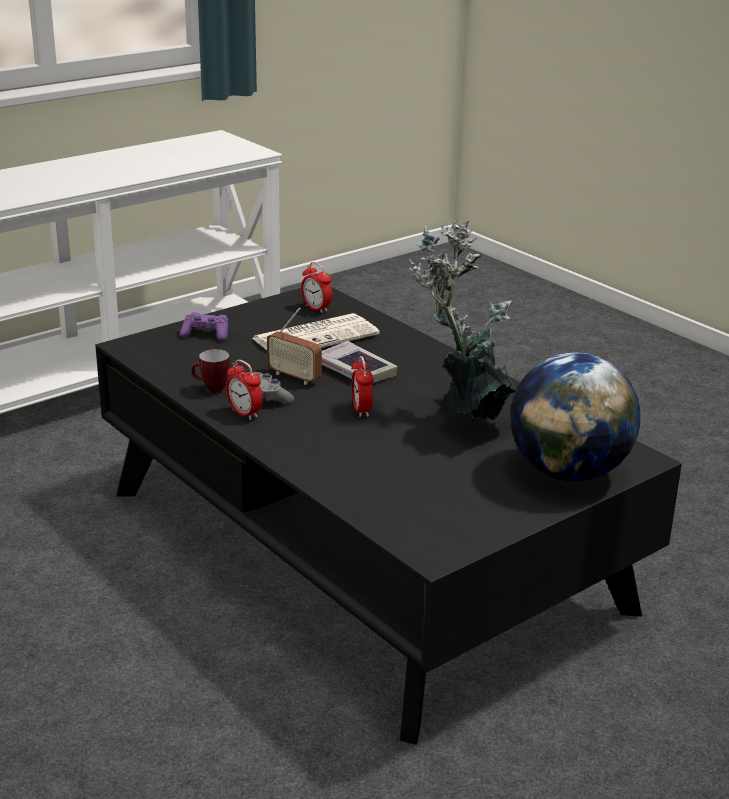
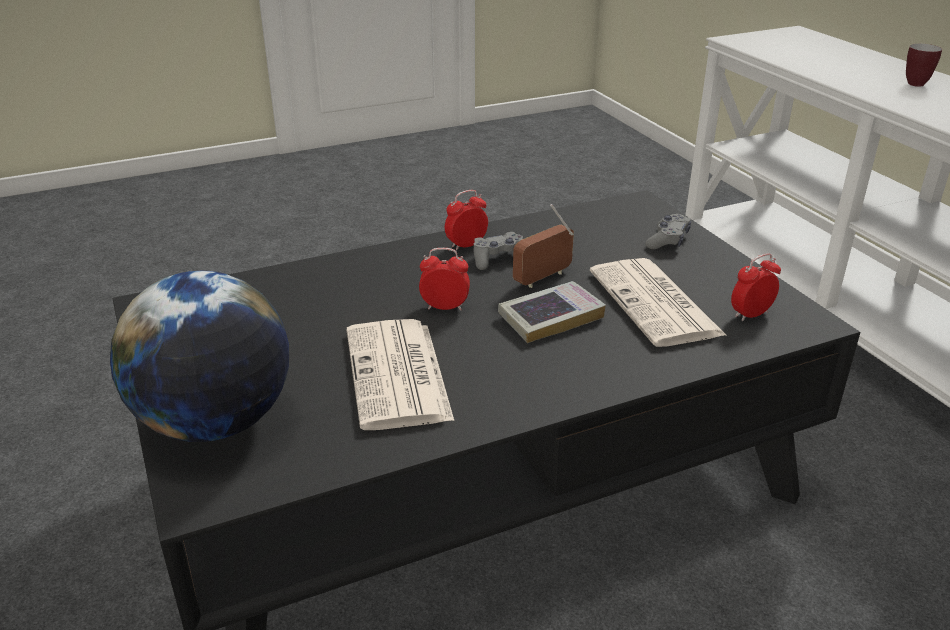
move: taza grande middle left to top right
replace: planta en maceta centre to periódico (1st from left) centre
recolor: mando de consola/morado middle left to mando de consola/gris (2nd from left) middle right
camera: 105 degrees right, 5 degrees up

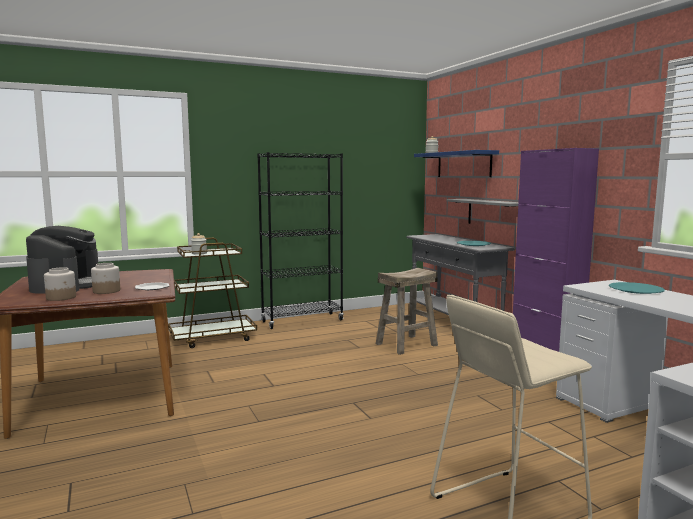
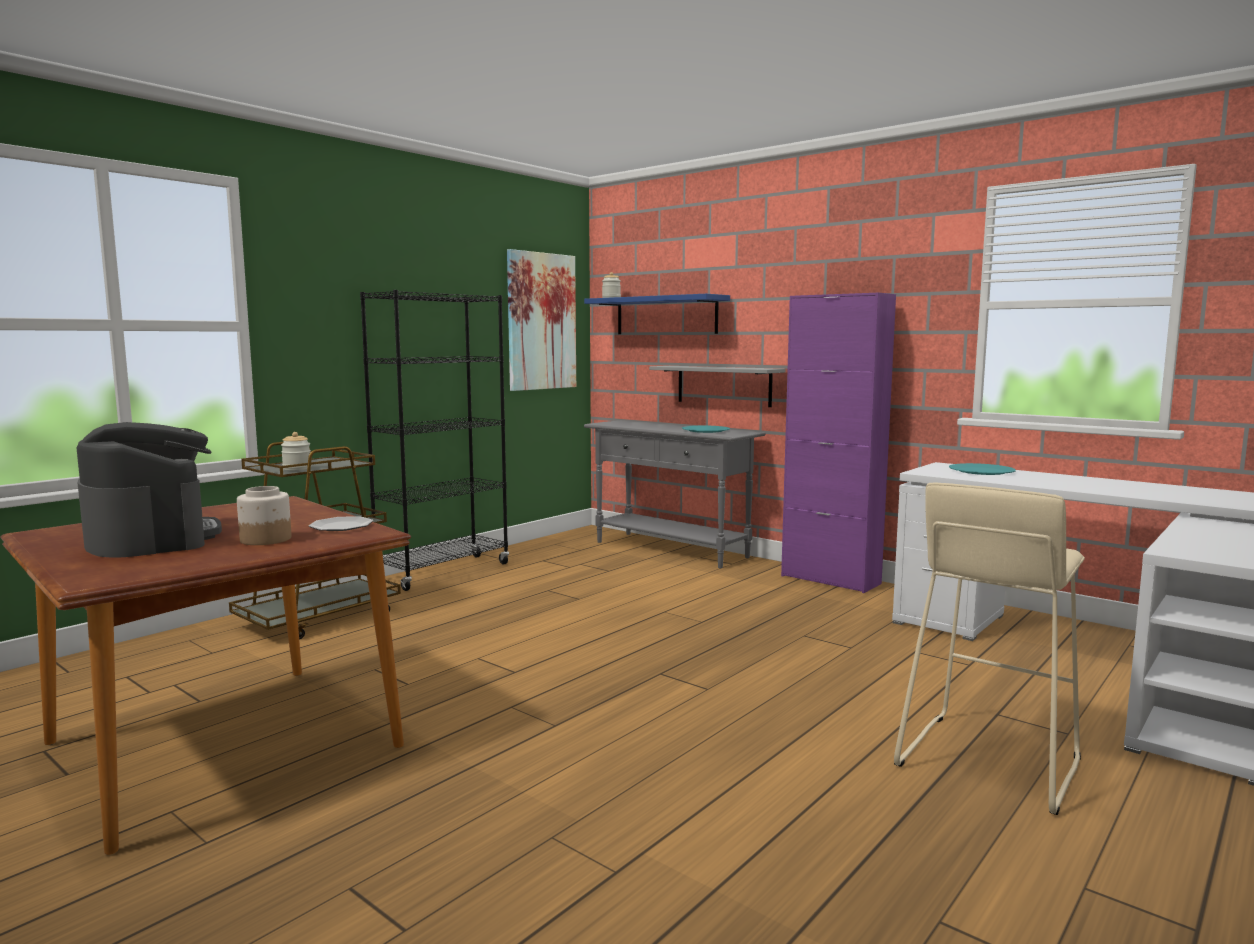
delete: tarro (1st from left) middle left; taburete/beis (1st from left) centre
insert: cuadro centre
camera: 25 degrees left, 0 degrees up

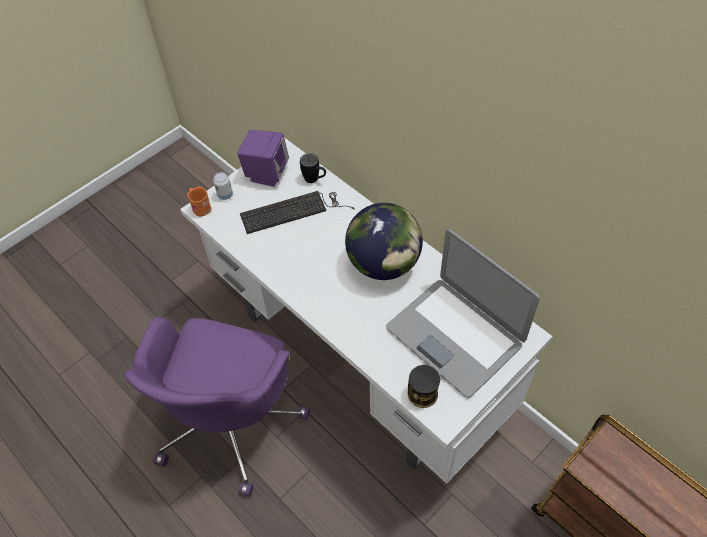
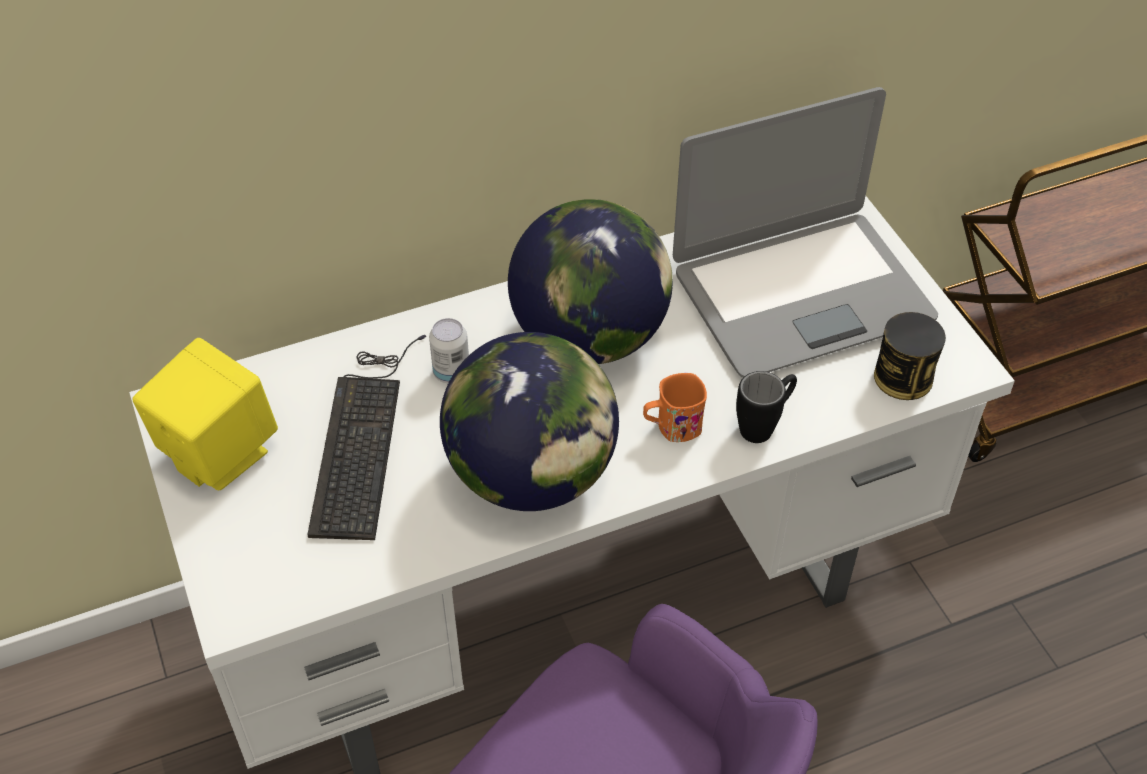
insert: globo terráqueo (1st from left) centre
move: taza grande/naranja middle left to centre; lata (1st from left) middle left to centre; taza grande/negro top centre to middle right
recolor: altavoz/morado top centre to altavoz/amarillo middle left
camera: 70 degrees left, 5 degrees down

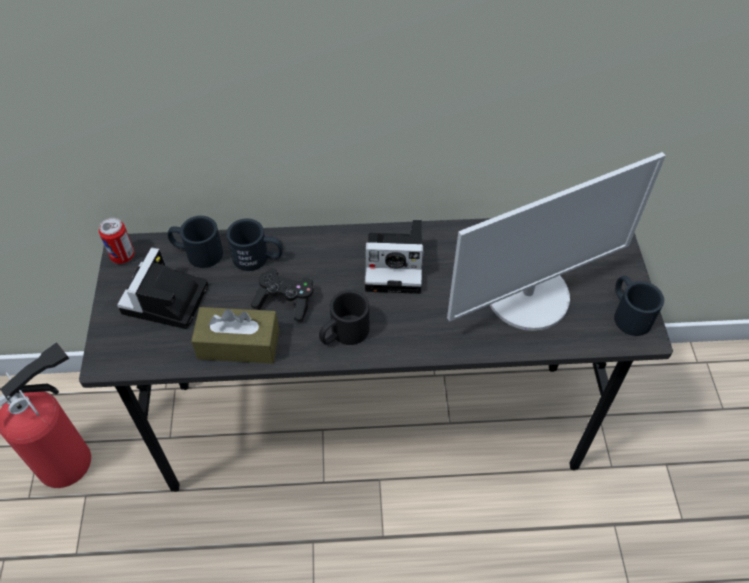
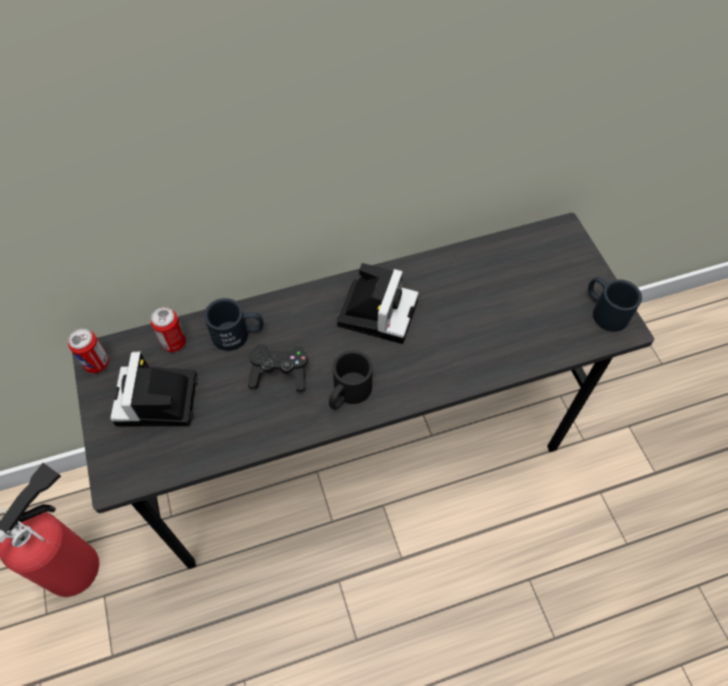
delete: caja de pañuelos/marrón middle left; monitor middle right
replace: taza grande/negro (1st from left) middle left to lata (2nd from left) middle left
rotate: cámara (2nd from left) centre = centre 60 degrees counterclockwise
camera: 15 degrees left, 5 degrees up

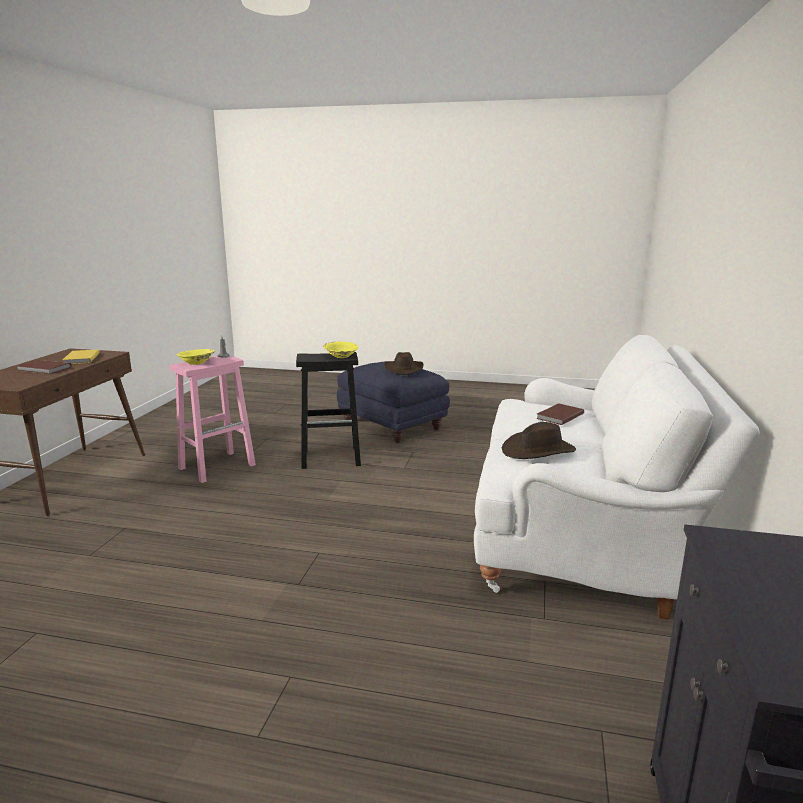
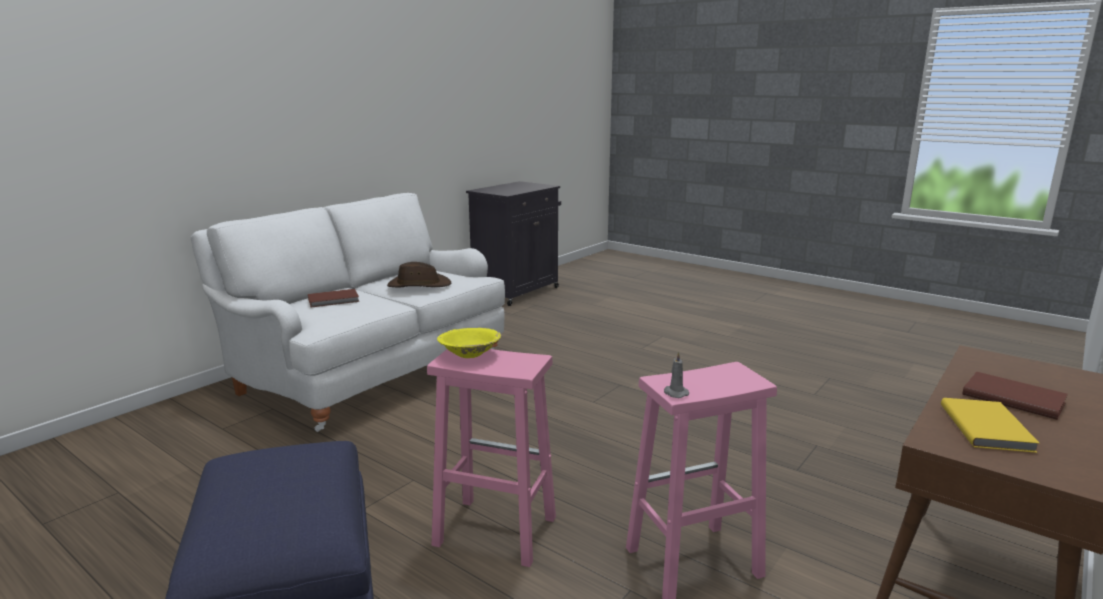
delete: cuenco/amarillo (1st from left) middle left; sombrero/marrón (1st from left) centre
recolor: taburete/negro centre to taburete/rosa (1st from left) bottom centre
camera: 155 degrees left, 0 degrees up

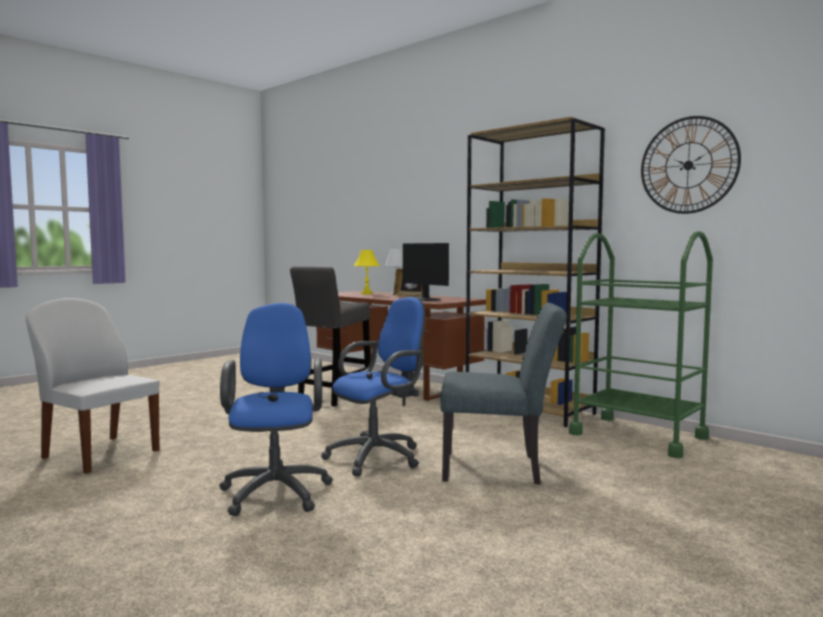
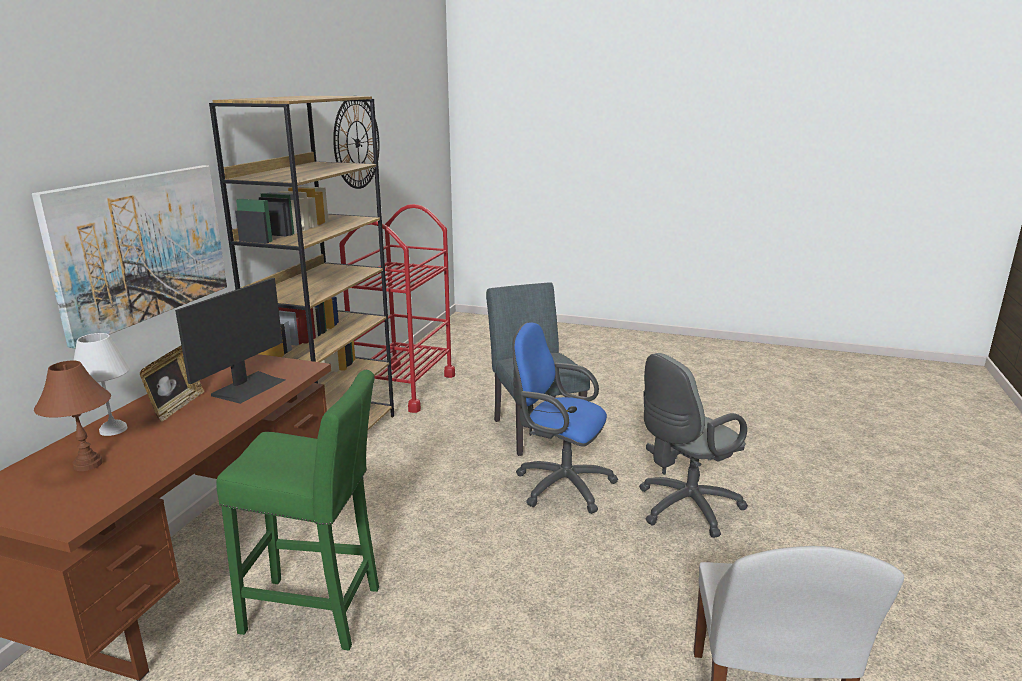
insert: cuadro middle left
recolor: silla de oficina/azul (1st from left) centre to silla de oficina/gris middle right; taburete/gris centre to taburete/verde bottom left; lámpara de mesa/amarillo centre to lámpara de mesa/marrón middle left; carrito/verde middle right to carrito/rojo centre
camera: 115 degrees left, 15 degrees up

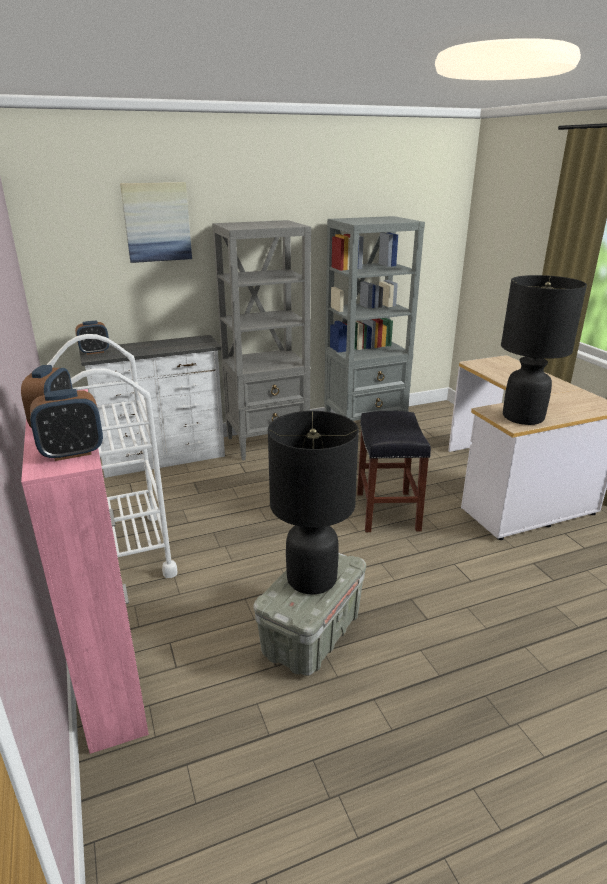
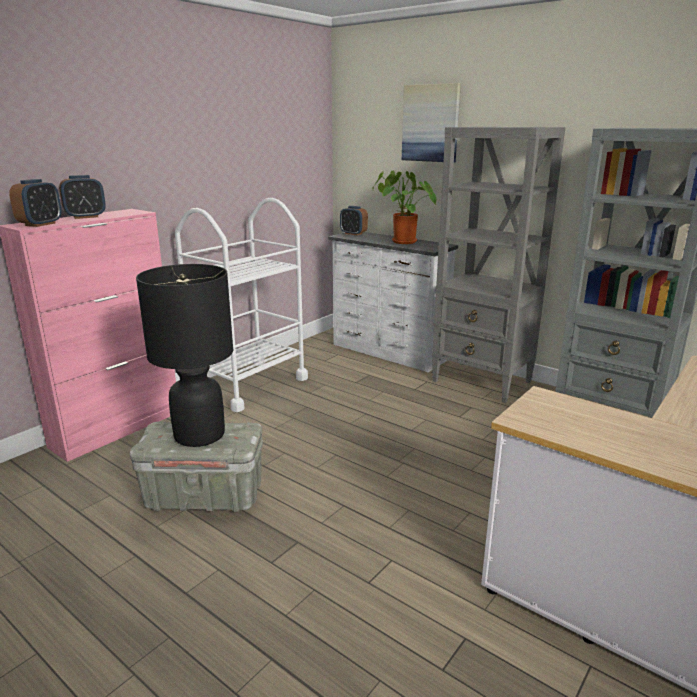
delete: taburete/negro centre; lámpara de mesa/negro (2nd from left) middle right
insert: planta en maceta top centre
rotate: despertador (2nd from left in the first image) middle left = top left 105 degrees counterclockwise
camera: 60 degrees right, 5 degrees down

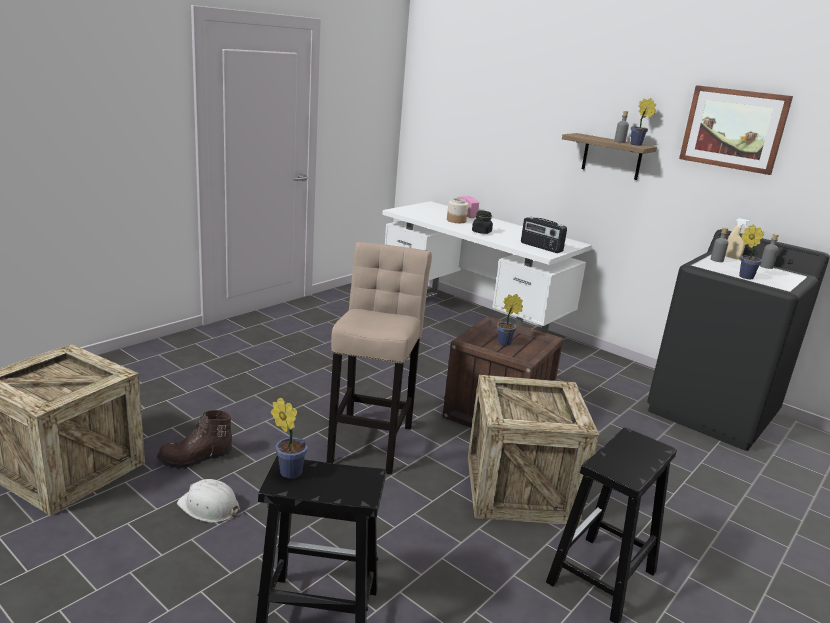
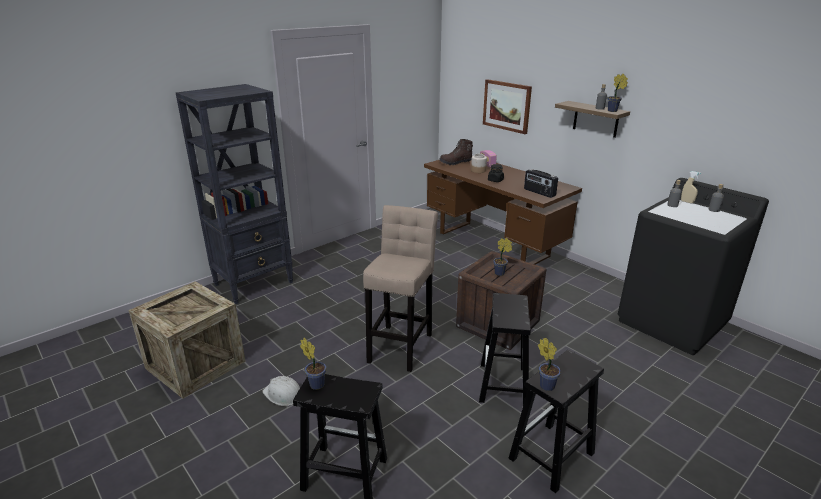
insert: estantería/negro middle left
move: bota/marrón bottom left to top centre; cuadro top right to top centre; planta en maceta (4th from left in the first image) middle right to planta en maceta (3rd from left) bottom right
replace: caja de embalaje (3rd from left) bottom centre to taburete/negro (2nd from left) bottom centre
recolor: escritorio/blanco centre to escritorio/marrón centre
camera: 10 degrees right, 5 degrees up

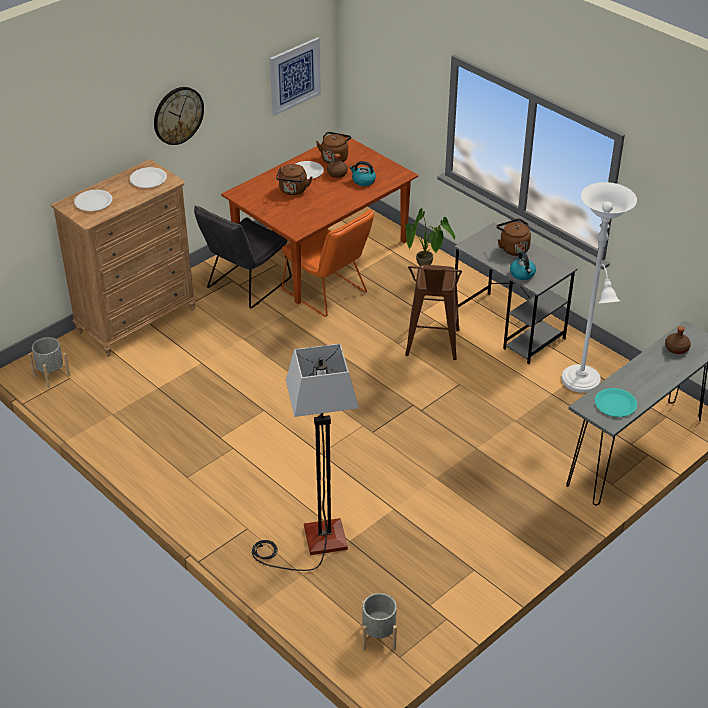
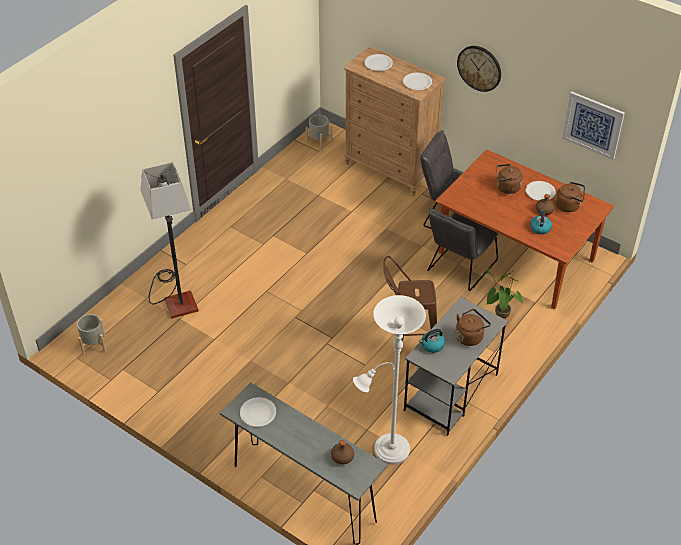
recolor: silla/naranja centre to silla/gris (2nd from left) middle right; plato/turquesa middle right to plato/blanco (1st from left) bottom centre
camera: 80 degrees right, 5 degrees up

